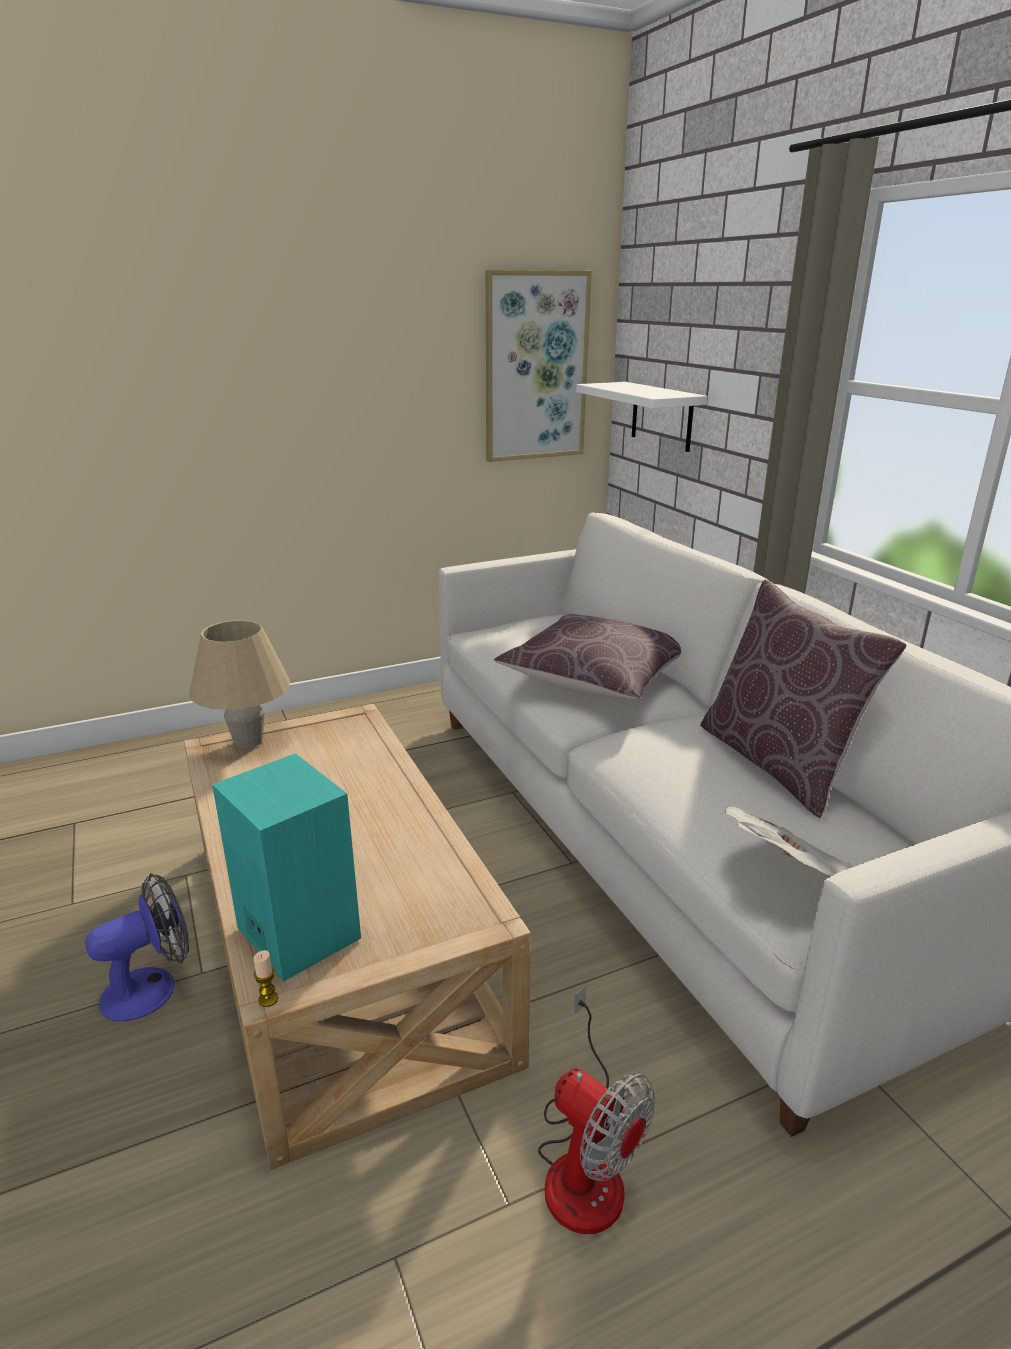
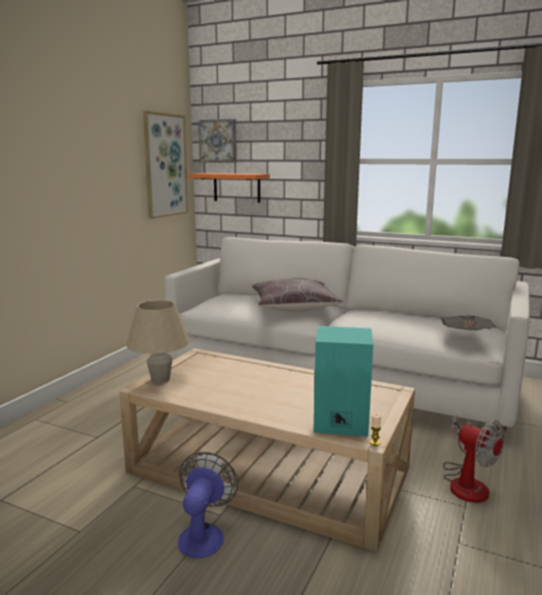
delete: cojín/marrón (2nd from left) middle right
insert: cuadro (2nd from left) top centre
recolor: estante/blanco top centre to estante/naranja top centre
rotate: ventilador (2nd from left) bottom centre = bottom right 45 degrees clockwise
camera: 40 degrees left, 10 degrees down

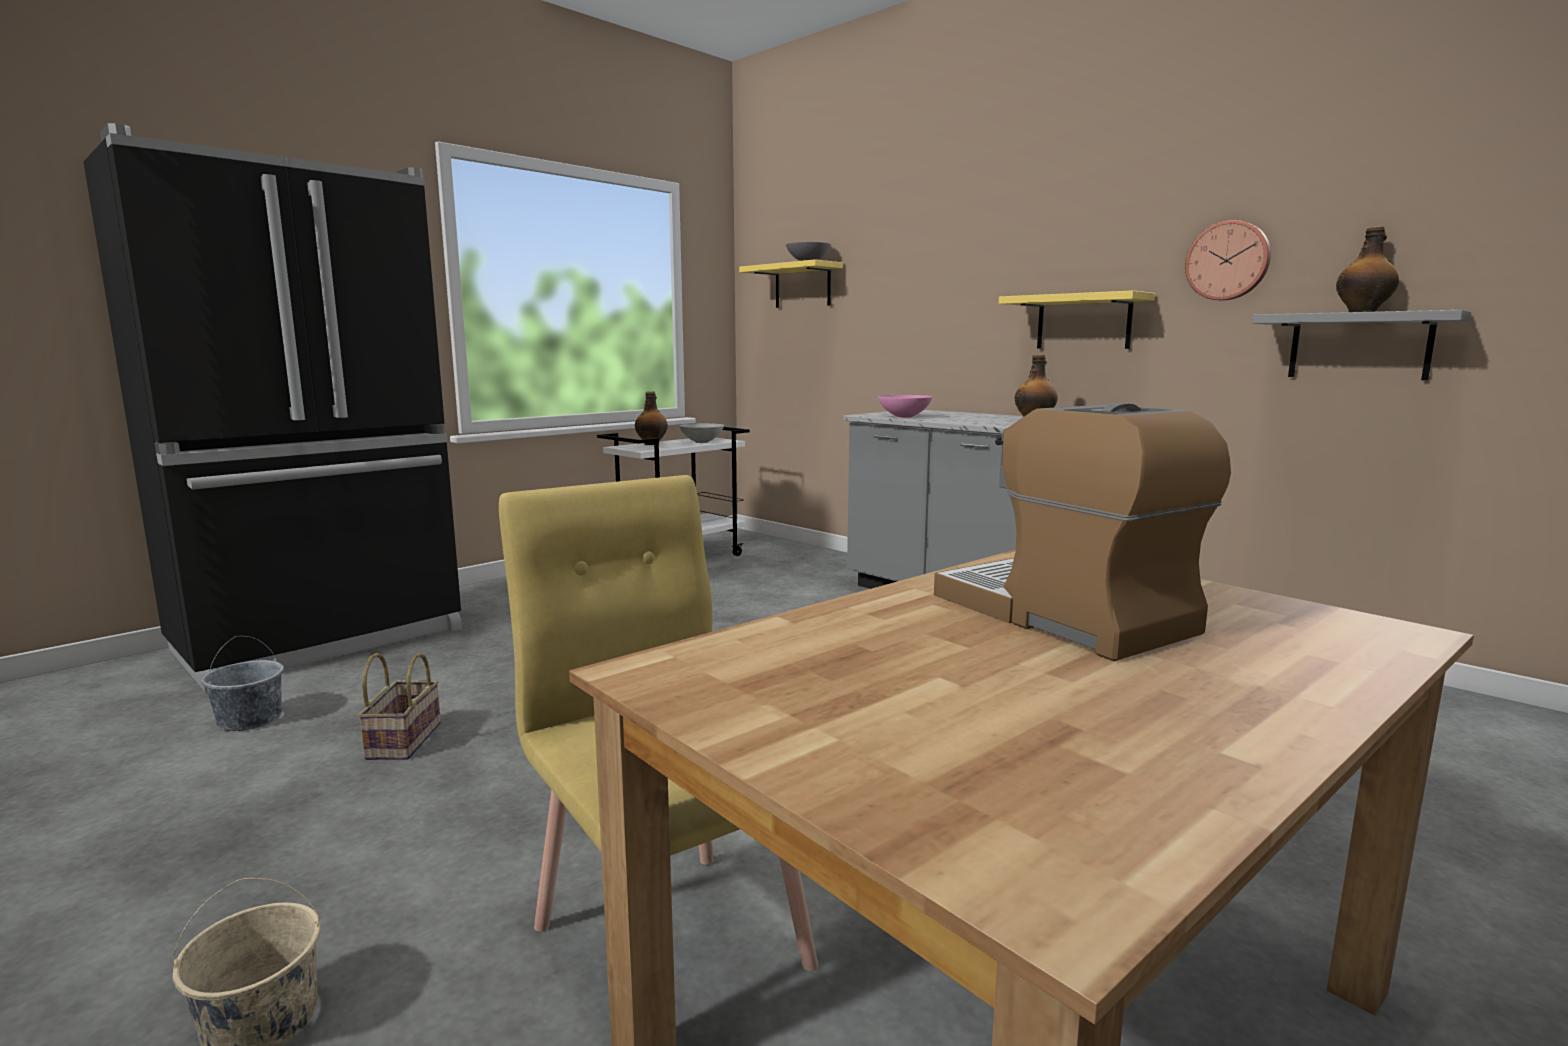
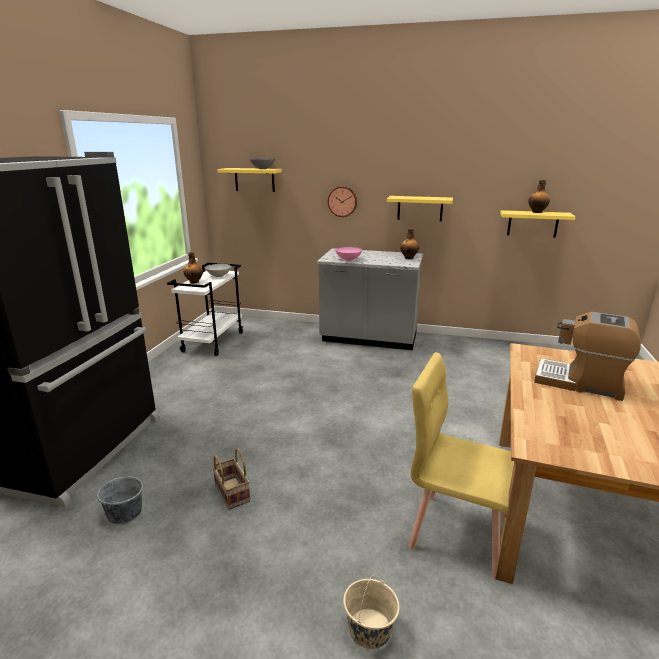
move: reloj de pared top right to top centre
recolor: estante/gris top right to estante/amarillo (3rd from left) middle right
camera: 30 degrees left, 10 degrees up

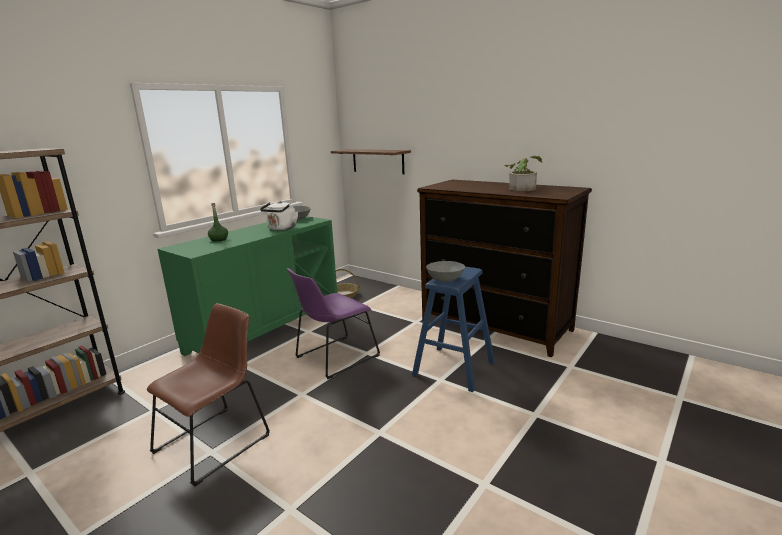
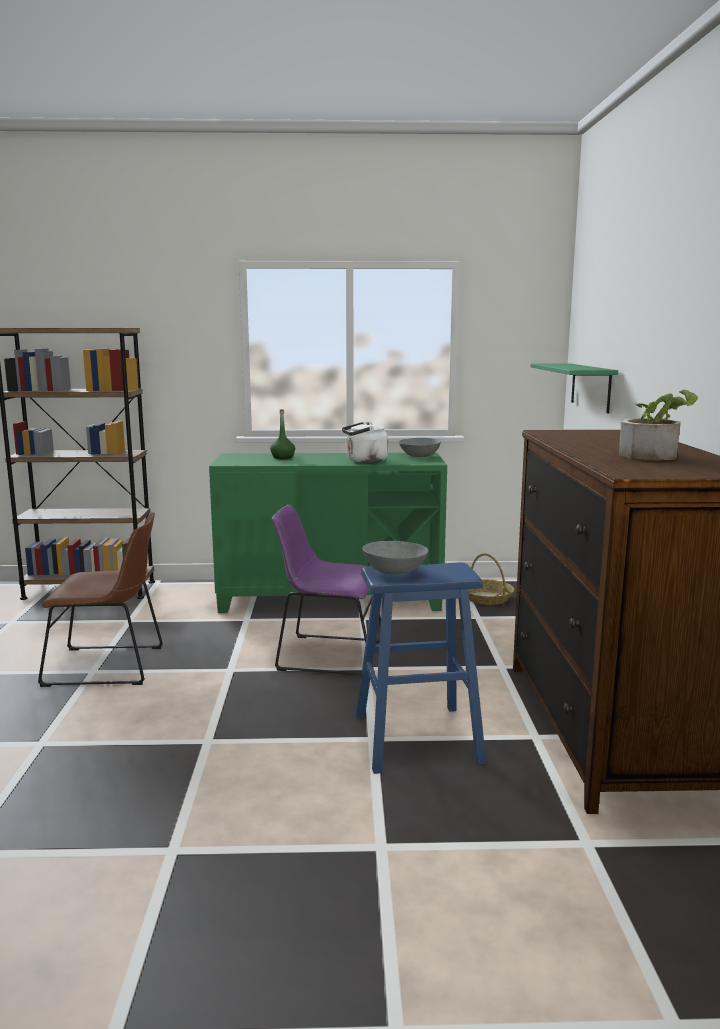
recolor: estante/marrón top centre to estante/verde middle right
camera: 50 degrees right, 5 degrees down

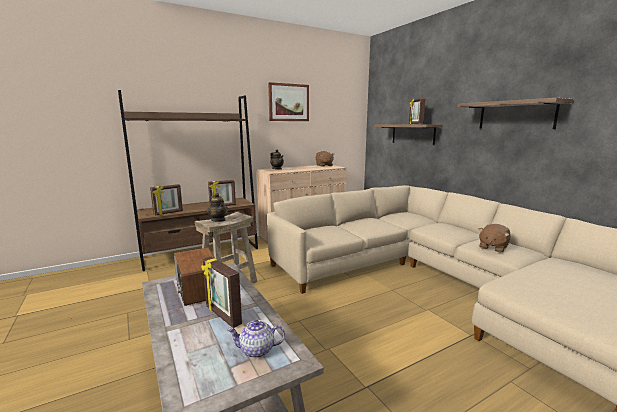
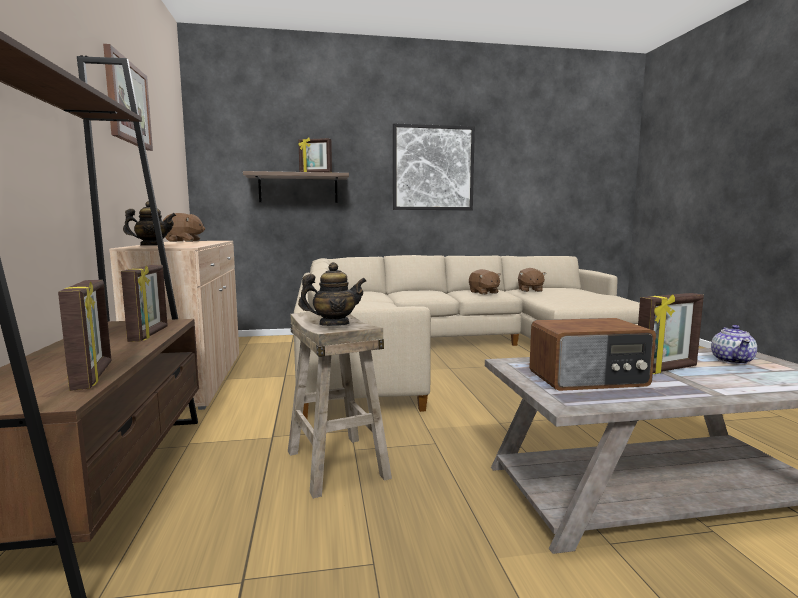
insert: peluche/marrón (3rd from left) middle right
replace: estante (2nd from left) top right to cuadro (2nd from left) top centre
camera: 70 degrees left, 5 degrees down

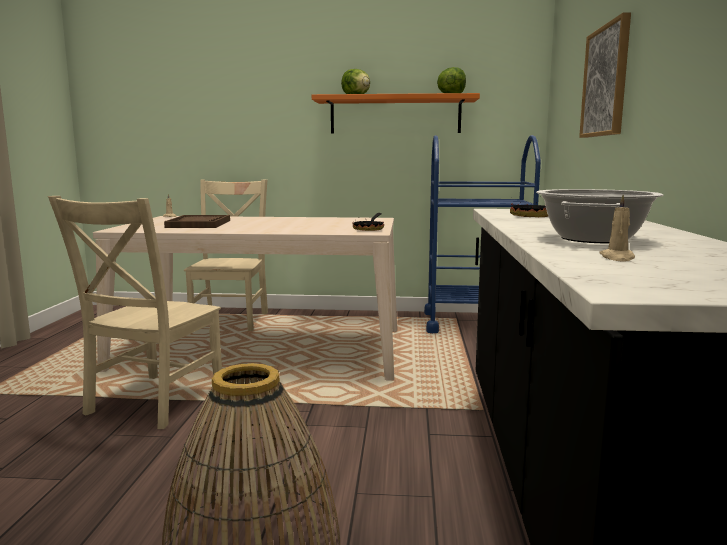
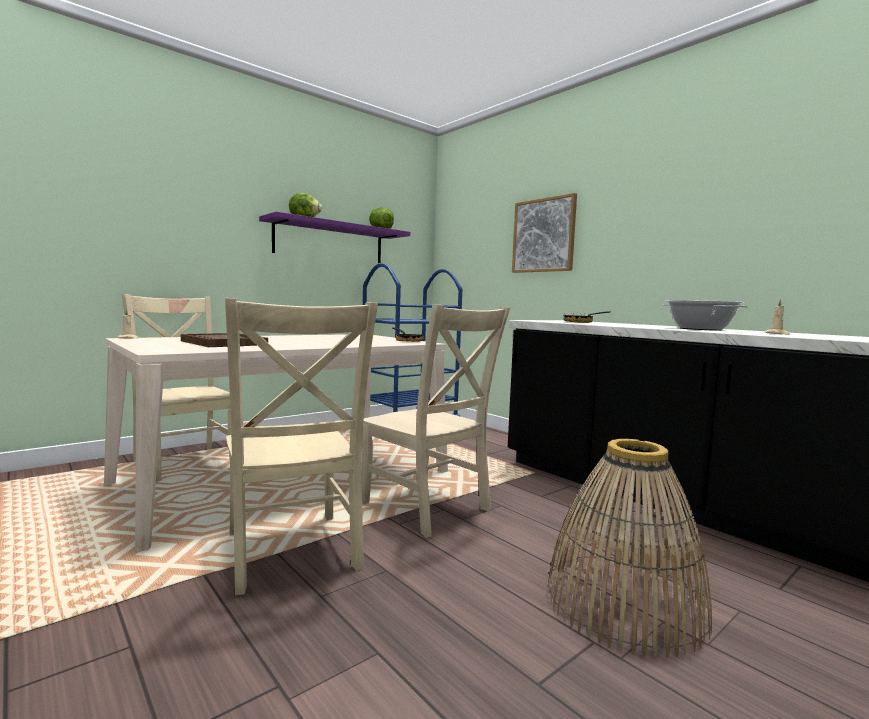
insert: silla/beis (3rd from left) centre
recolor: estante/naranja top centre to estante/morado top centre
camera: 45 degrees left, 5 degrees down

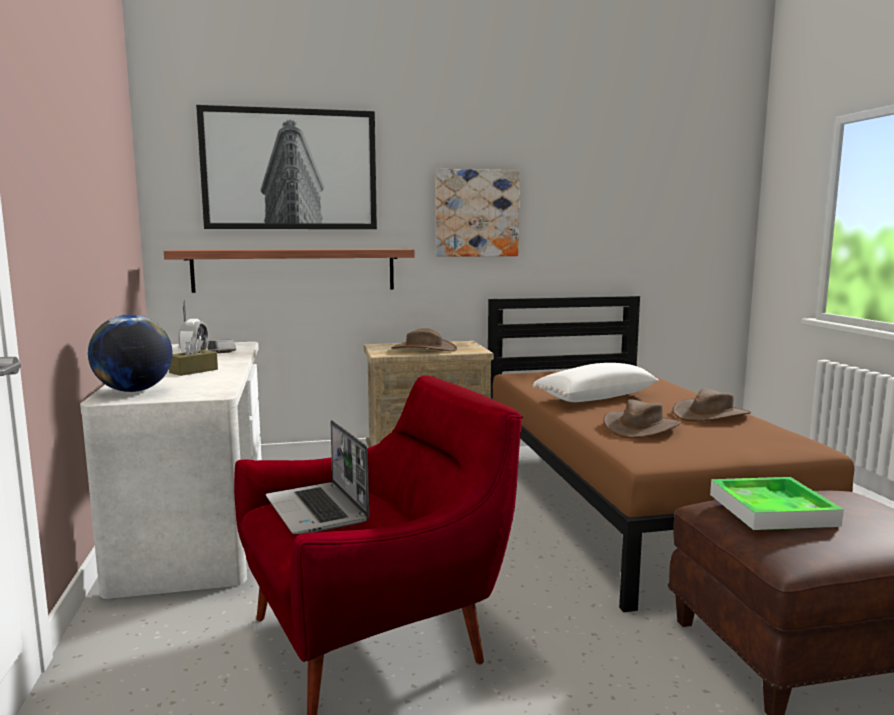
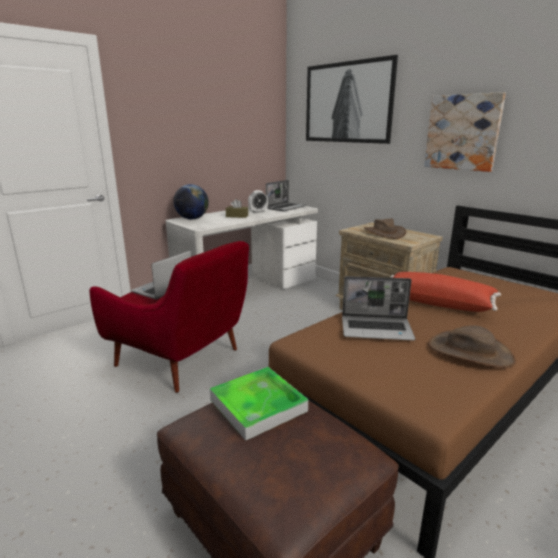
delete: estante middle left
replace: sombrero/marrón (2nd from left) middle right to portátil (3rd from left) middle right
recolor: cojín/blanco middle right to cojín/rojo middle right
camera: 60 degrees right, 10 degrees up

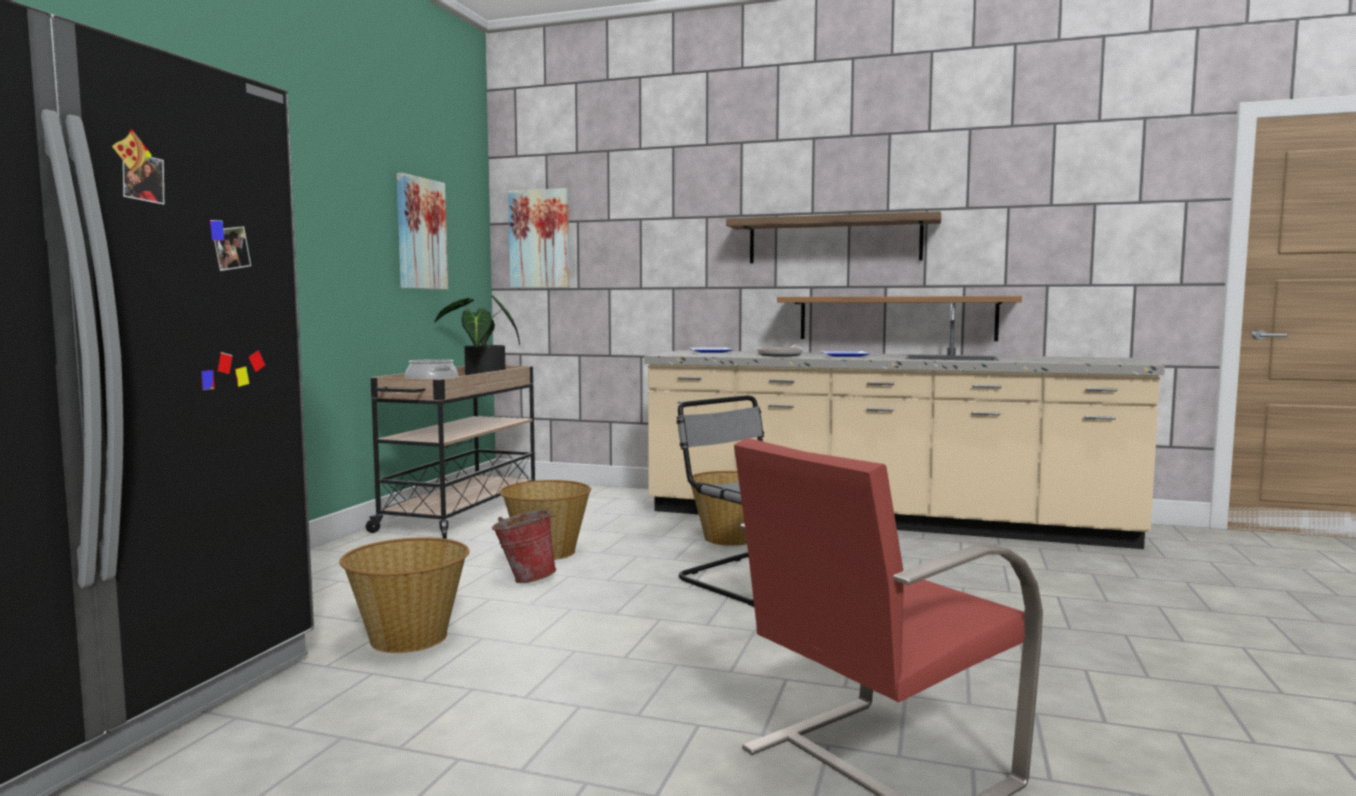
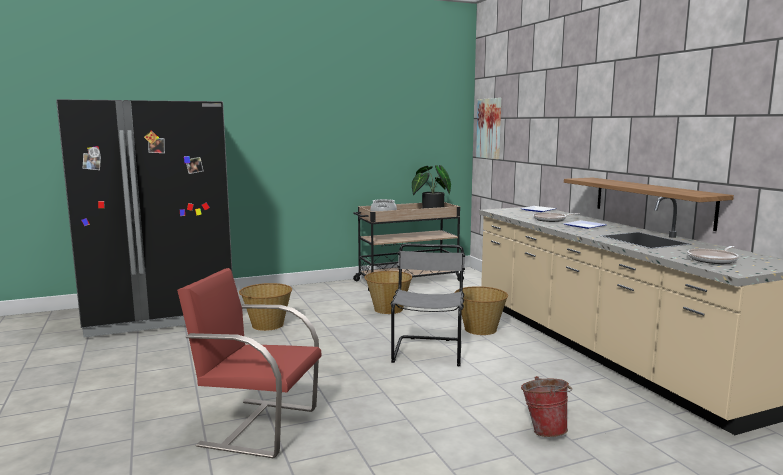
delete: cuadro (1st from left) top left; estante (1st from left) top centre
insert: sartén (2nd from left) middle right
move: cubo bottom centre to bottom right
camera: 50 degrees right, 5 degrees up

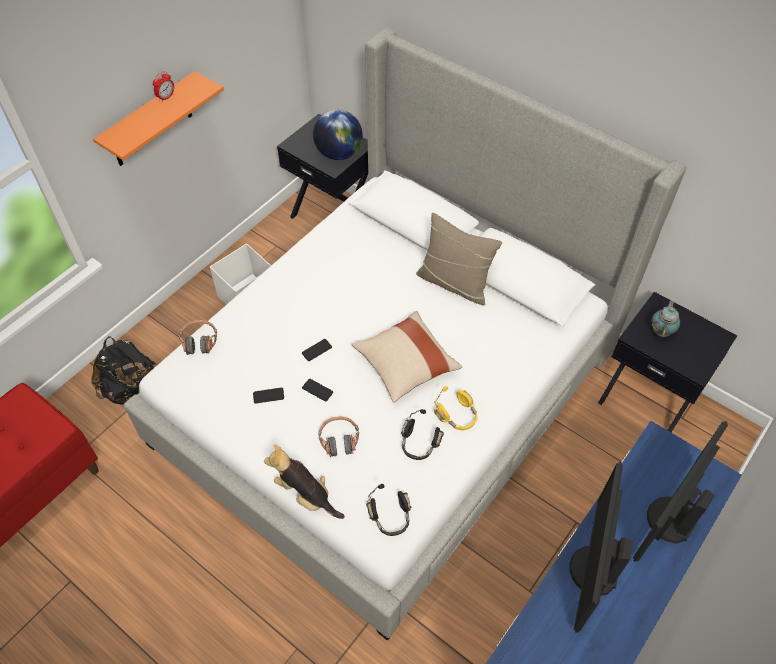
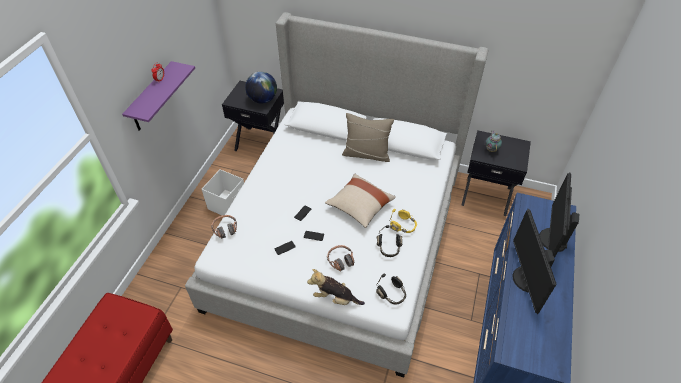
delete: mochila/negro middle left
recolor: estante/naranja top left to estante/morado top left
camera: 20 degrees left, 5 degrees down

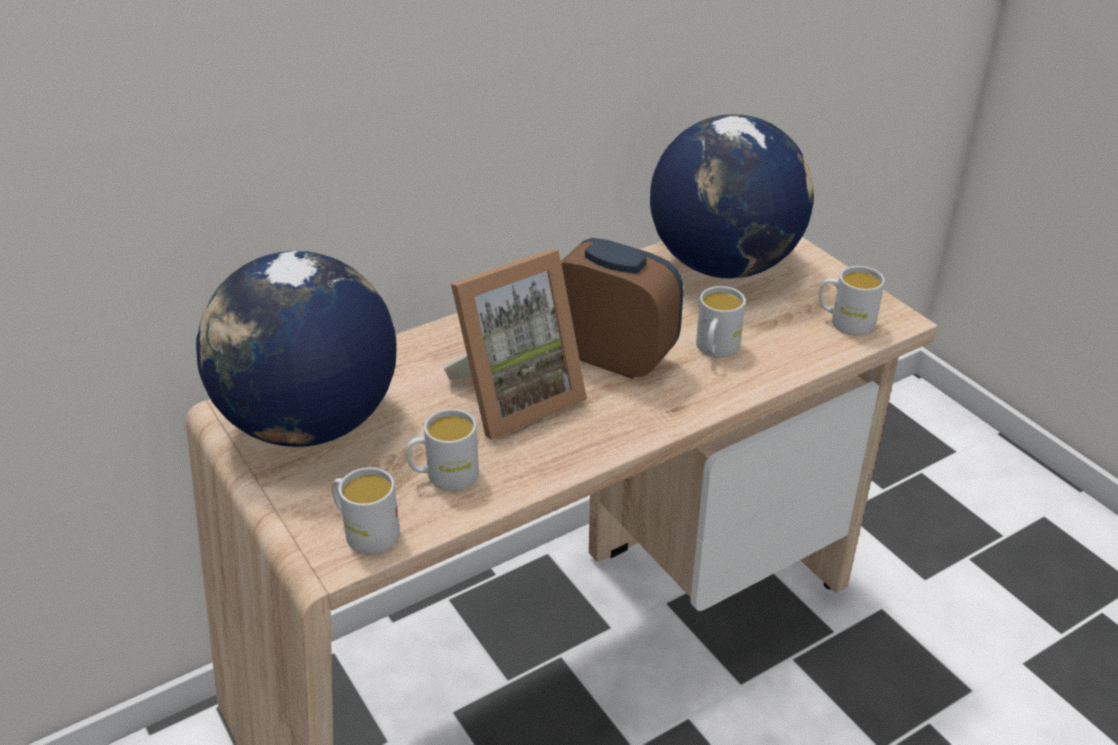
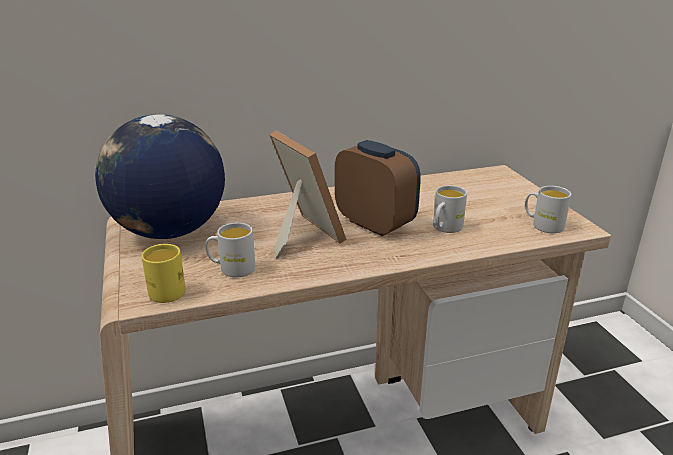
delete: globo terráqueo (2nd from left) top centre
recolor: taza grande/blanco (1st from left) bottom left to taza grande/amarillo middle left
rotate: portarretratos centre = centre 105 degrees counterclockwise
camera: 15 degrees right, 10 degrees down

